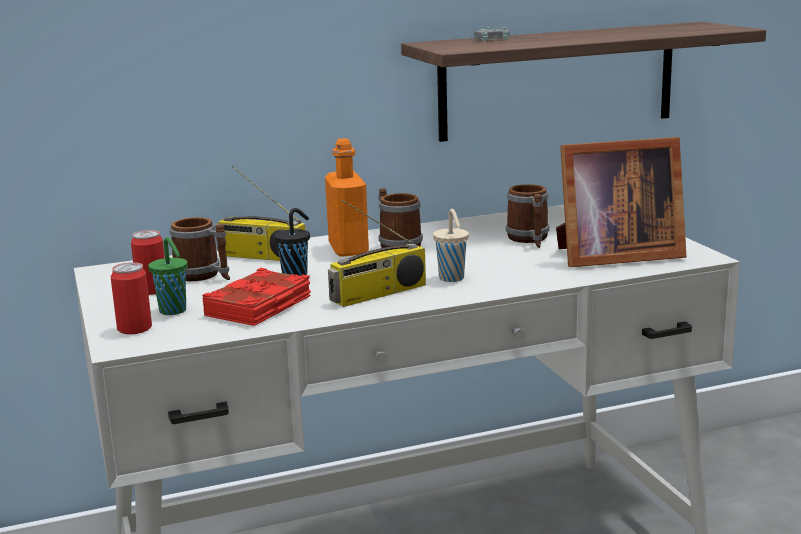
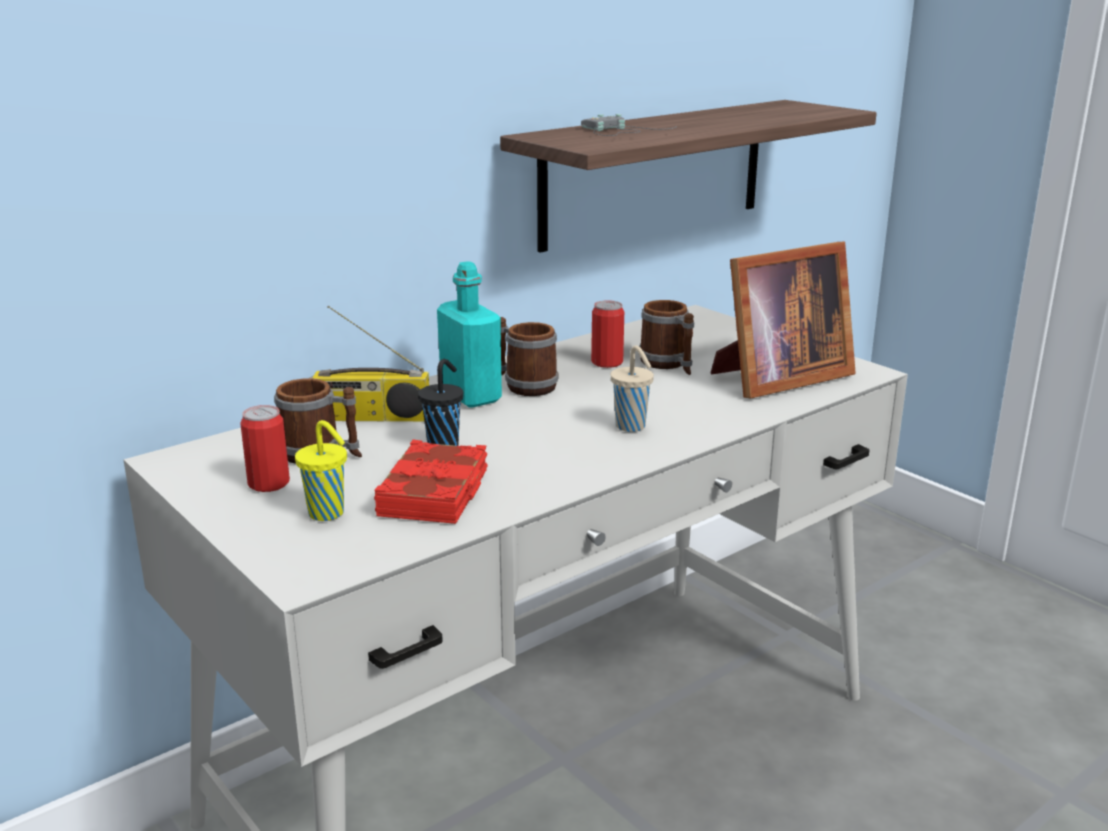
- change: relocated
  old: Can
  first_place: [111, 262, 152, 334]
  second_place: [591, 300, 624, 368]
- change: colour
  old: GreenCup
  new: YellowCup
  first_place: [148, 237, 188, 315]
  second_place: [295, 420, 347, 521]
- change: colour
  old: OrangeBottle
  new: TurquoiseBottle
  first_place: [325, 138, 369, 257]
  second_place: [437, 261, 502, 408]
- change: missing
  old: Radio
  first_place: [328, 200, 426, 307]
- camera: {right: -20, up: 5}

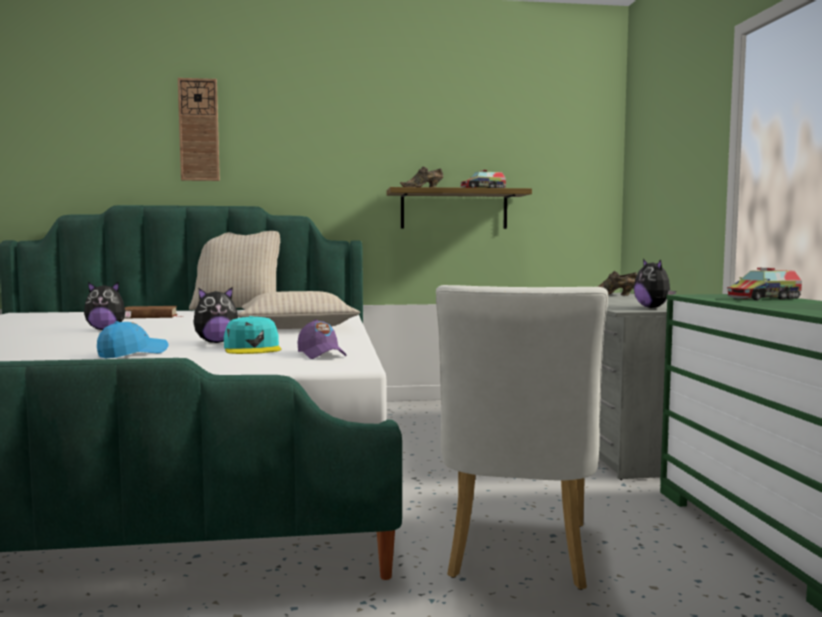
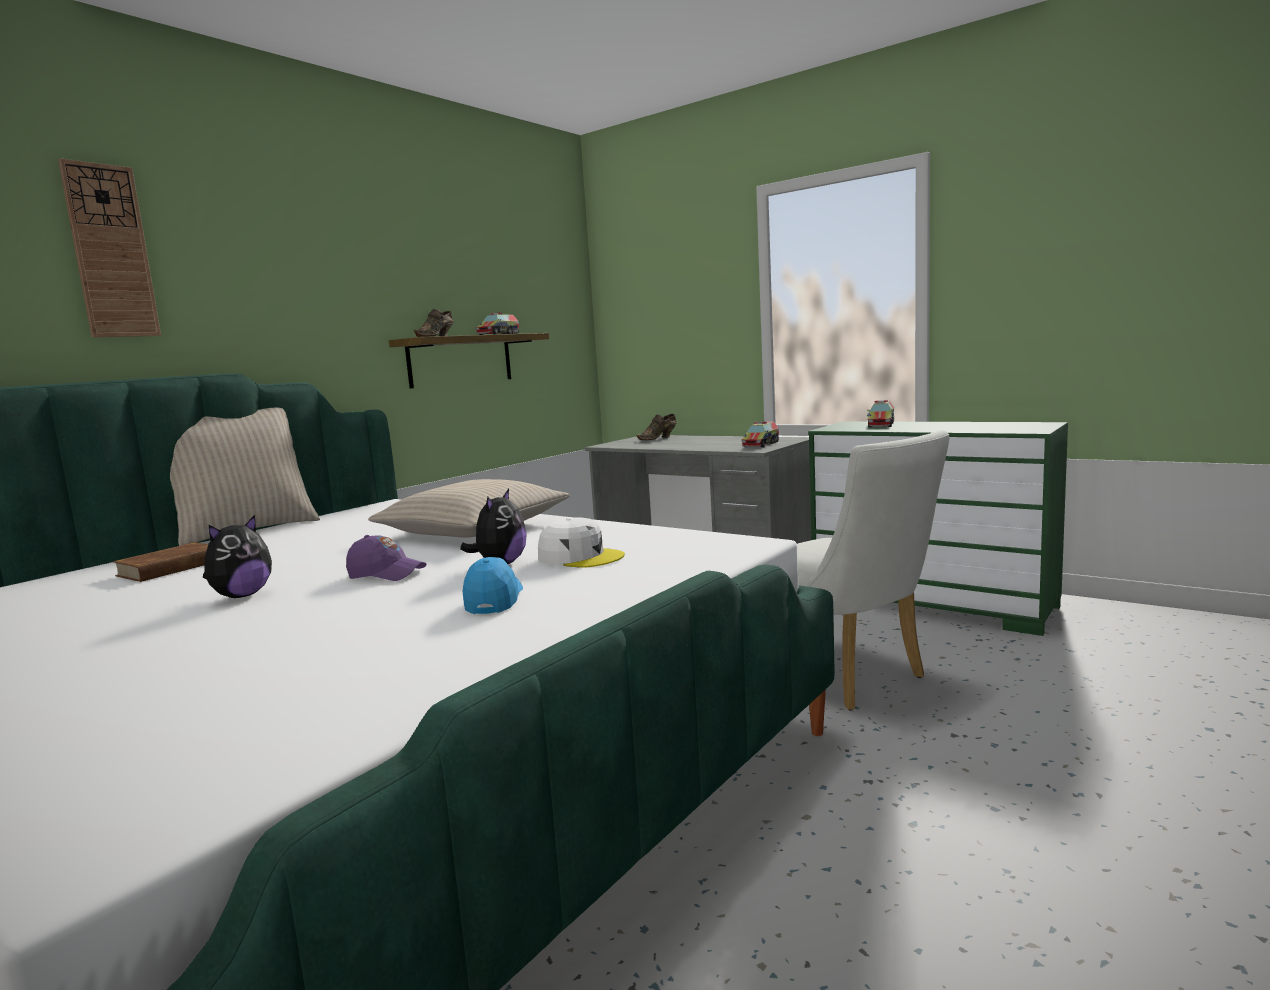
- change: colour
  old: TurquoiseCap
  new: WhiteCap
  first_place: [224, 316, 281, 354]
  second_place: [538, 517, 625, 568]
- change: relocated
  old: PurpleCap
  first_place: [298, 319, 347, 359]
  second_place: [346, 535, 427, 581]
- change: exchanged
  old: PlushToy
  new: ToyTruck
  first_place: [634, 259, 676, 308]
  second_place: [741, 421, 779, 448]
- camera: {right: -45, up: 5}

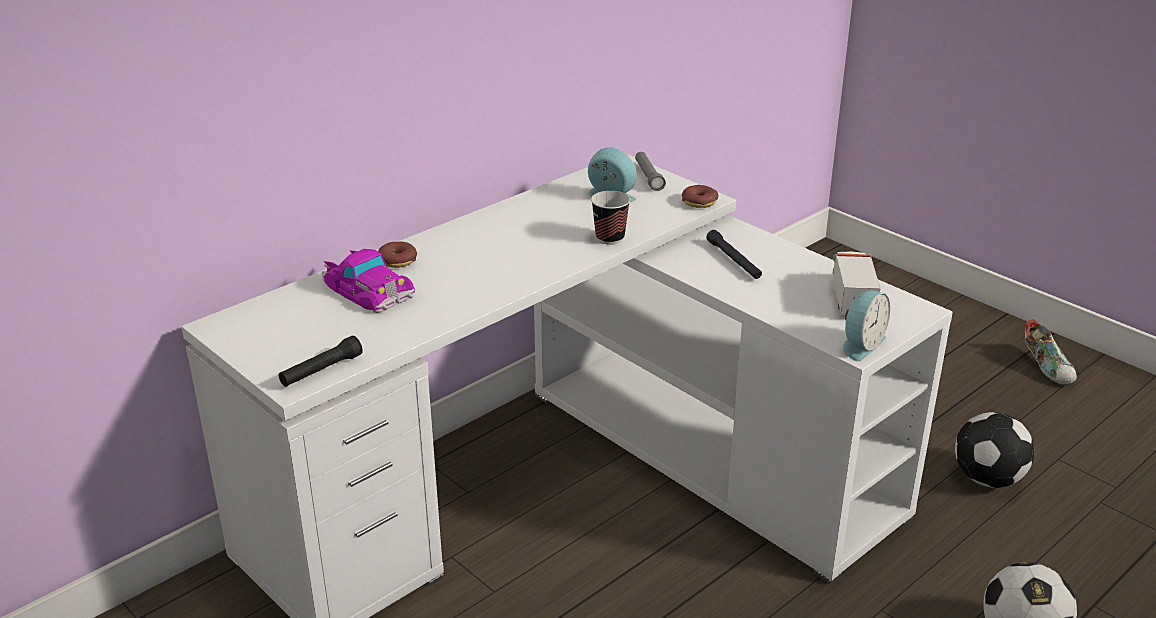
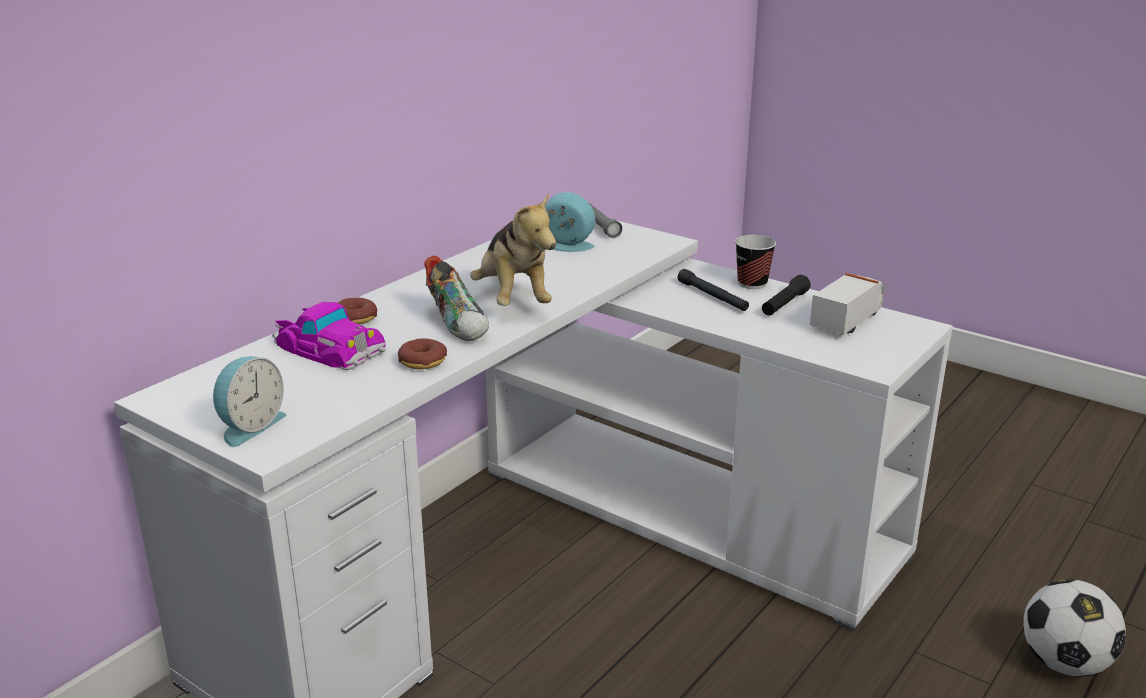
- change: relocated
  old: BlackFlashlight
  first_place: [279, 336, 363, 387]
  second_place: [762, 275, 811, 316]
- change: relocated
  old: Cup
  first_place: [591, 191, 630, 245]
  second_place: [735, 235, 776, 289]
- change: relocated
  old: Donut
  first_place: [682, 185, 718, 208]
  second_place: [398, 338, 447, 369]
- change: spun
  old: ToyTruck
  first_place: [833, 251, 880, 315]
  second_place: [810, 273, 886, 335]
  degrees: 45
- change: relocated
  old: AlarmClock
  first_place: [843, 291, 890, 362]
  second_place: [213, 356, 286, 447]
- change: missing
  old: Football
  first_place: [955, 412, 1034, 488]
- change: relocated
  old: Shoe
  first_place: [1025, 319, 1077, 385]
  second_place: [424, 256, 489, 341]
- change: appeared
  new: PlushToy
  second_place: [470, 193, 556, 306]
- camera: {right: -10, up: -5}

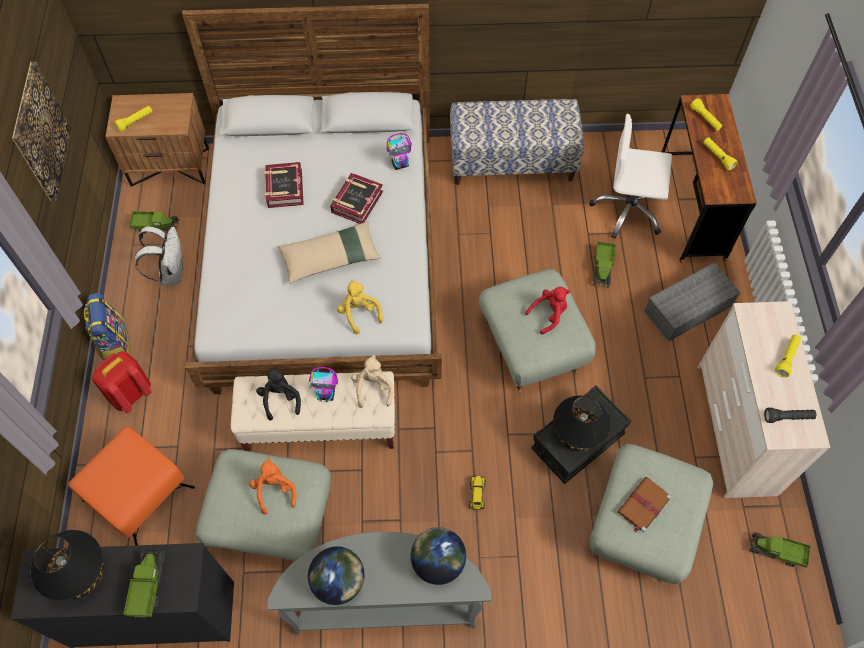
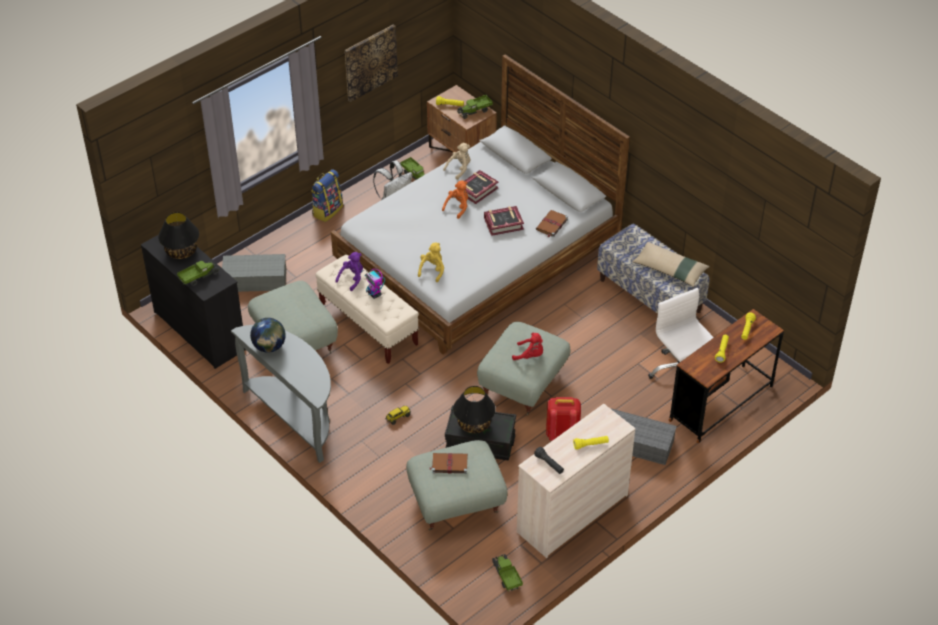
- change: exchanged
  old: OrangeOttoman
  new: GreyStorageBox
  first_place: [68, 426, 195, 546]
  second_place: [222, 254, 286, 292]
- change: relocated
  old: RedBackpack
  first_place: [92, 351, 152, 414]
  second_place: [546, 397, 581, 441]
- change: relocated
  old: OrangePlushToy
  first_place: [249, 458, 297, 515]
  second_place: [442, 180, 468, 219]
- change: colour
  old: BlackPlushToy
  new: PurplePlushToy
  first_place: [256, 366, 301, 421]
  second_place: [336, 252, 363, 291]
- change: relocated
  old: BeigePillow
  first_place: [278, 221, 381, 284]
  second_place: [632, 242, 710, 287]
- change: relocated
  old: BeigePlushToy
  first_place: [351, 355, 393, 408]
  second_place: [443, 143, 470, 180]
- change: exchanged
  old: ToyRobot
  new: BrownBook
  first_place: [387, 133, 412, 170]
  second_place: [536, 210, 568, 237]
- change: missing
  old: Globe
  first_place: [411, 527, 466, 585]
- change: relocated
  old: ToyTruck
  first_place: [594, 242, 616, 288]
  second_place: [457, 95, 493, 119]
- camera: {right: 50, up: -15}

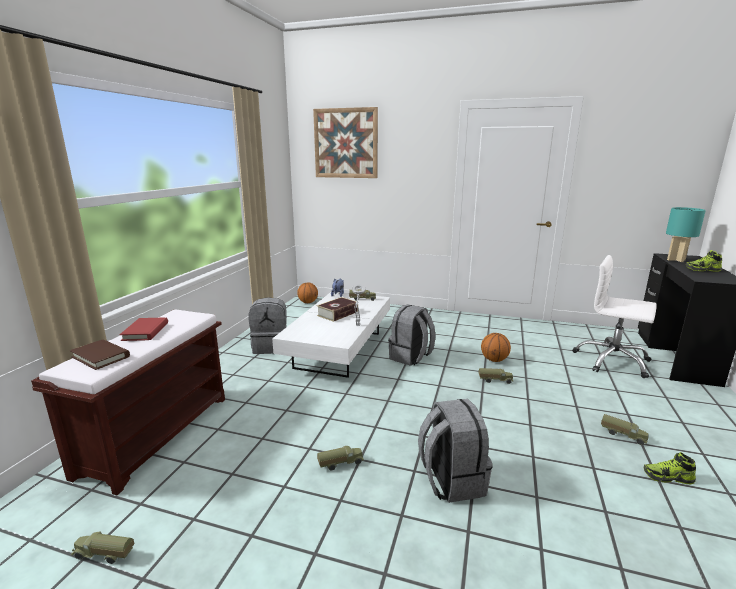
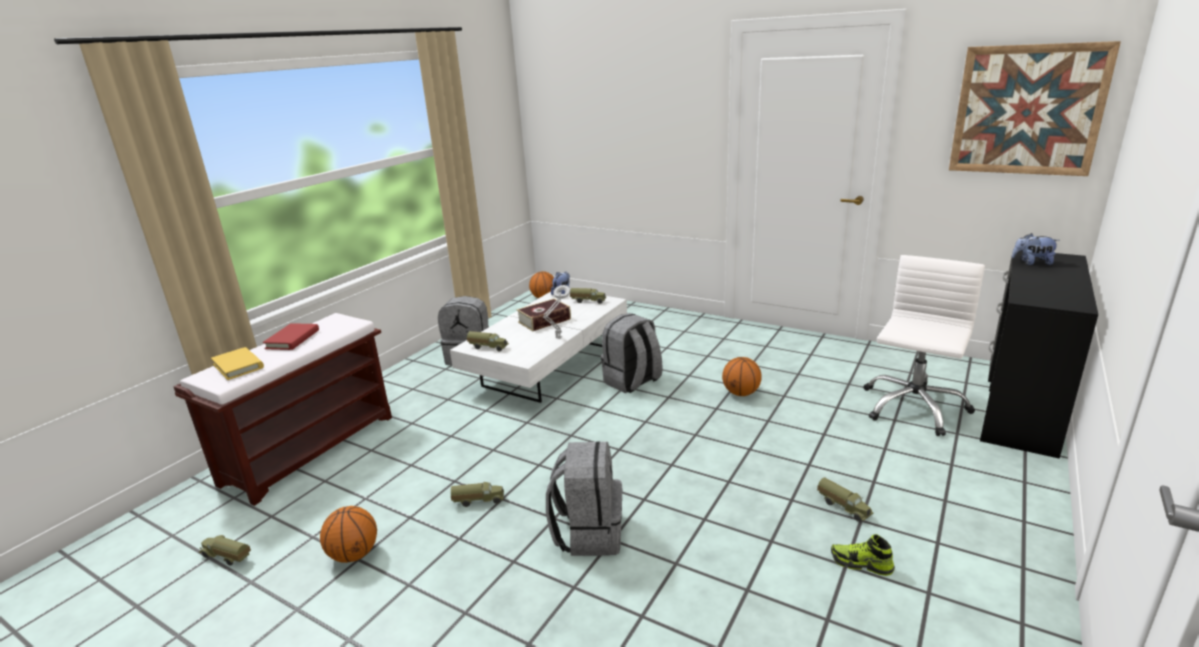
- change: colour
  old: BrownBook
  new: YellowBook
  first_place: [70, 339, 130, 370]
  second_place: [211, 347, 264, 380]
- change: relocated
  old: Picture
  first_place: [313, 107, 378, 178]
  second_place: [949, 41, 1121, 176]
- change: relocated
  old: ToyTruck
  first_place: [478, 368, 513, 384]
  second_place: [467, 331, 509, 352]
- change: spun
  old: WhiteOfficeChair
  first_place: [572, 255, 657, 378]
  second_place: [864, 255, 985, 436]
  degrees: 75
- change: exchanged
  old: TurquoiseTableLamp
  new: PlushToy
  first_place: [666, 207, 706, 262]
  second_place: [1012, 233, 1059, 265]
- change: missing
  old: Shoe
  first_place: [686, 250, 722, 272]
- change: appeared
  new: Basketball
  second_place: [320, 506, 377, 563]
- camera: {right: 15, up: 5}

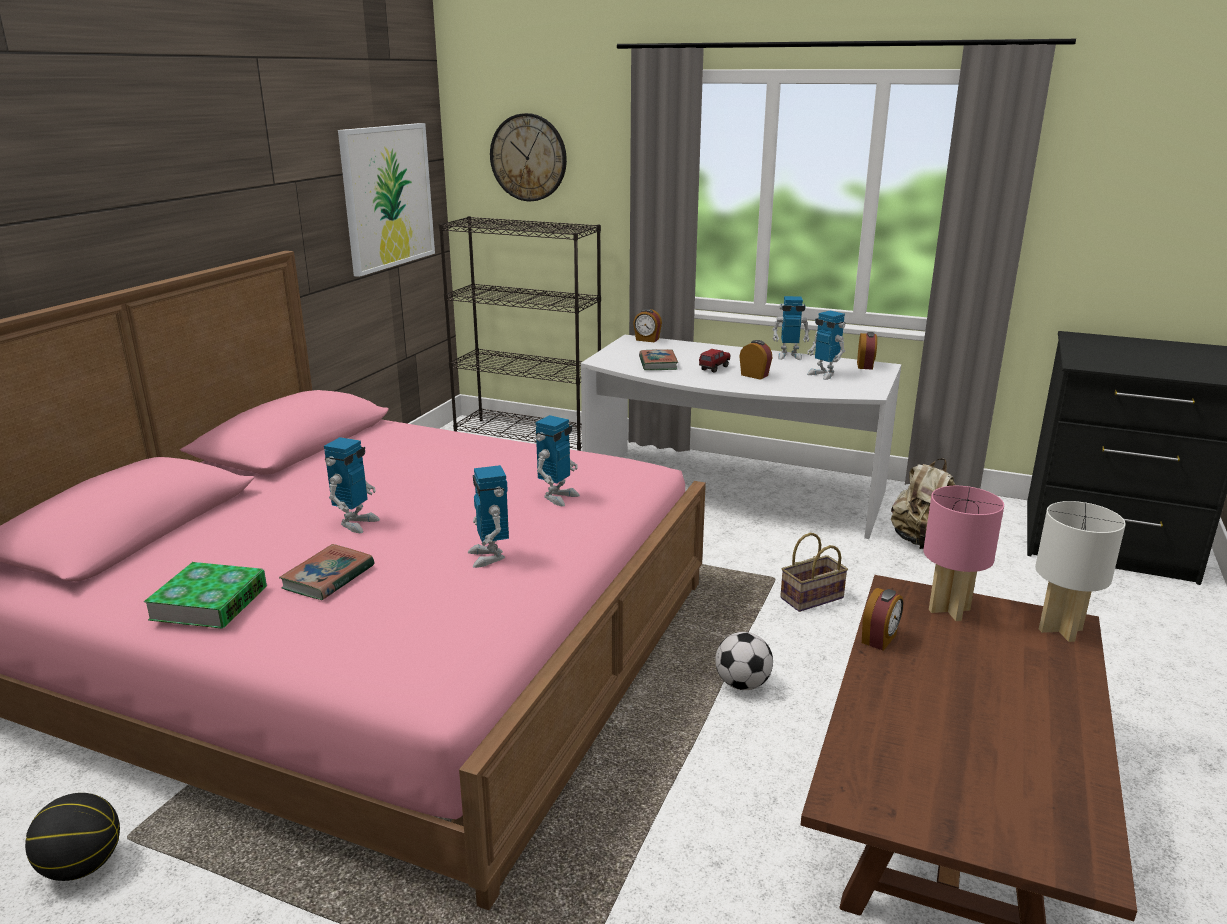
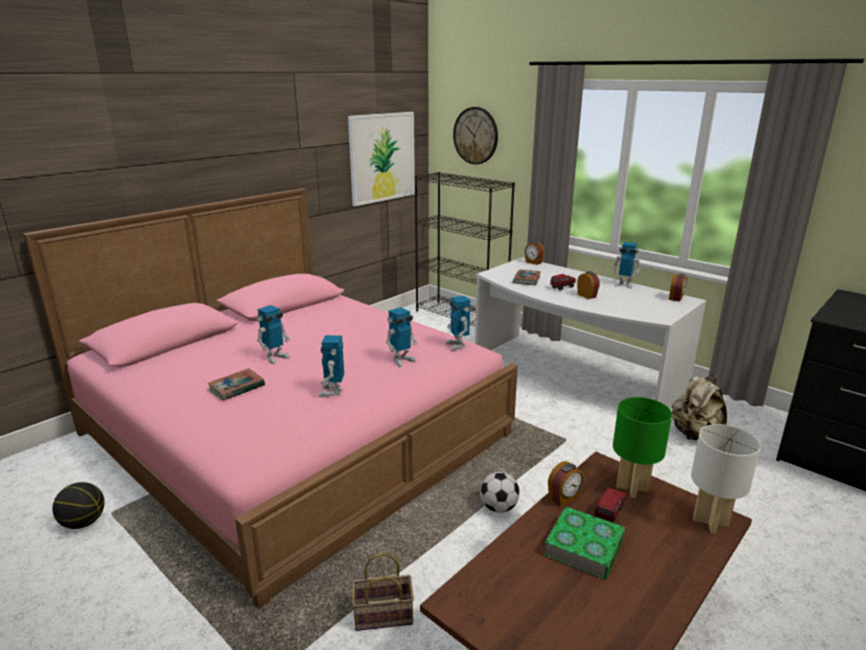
- change: relocated
  old: Book
  first_place: [144, 562, 267, 629]
  second_place: [544, 507, 625, 579]
- change: relocated
  old: Basket
  first_place: [780, 533, 848, 612]
  second_place: [352, 553, 414, 631]
- change: relocated
  old: ToyRobot
  first_place: [807, 310, 845, 380]
  second_place: [445, 296, 470, 351]
- change: colour
  old: PinkTableLamp
  new: GreenTableLamp
  first_place: [923, 486, 1004, 621]
  second_place: [613, 397, 672, 498]
- change: appeared
  new: ToyTruck
  second_place: [594, 488, 626, 523]
- camera: {right: 20, up: 0}

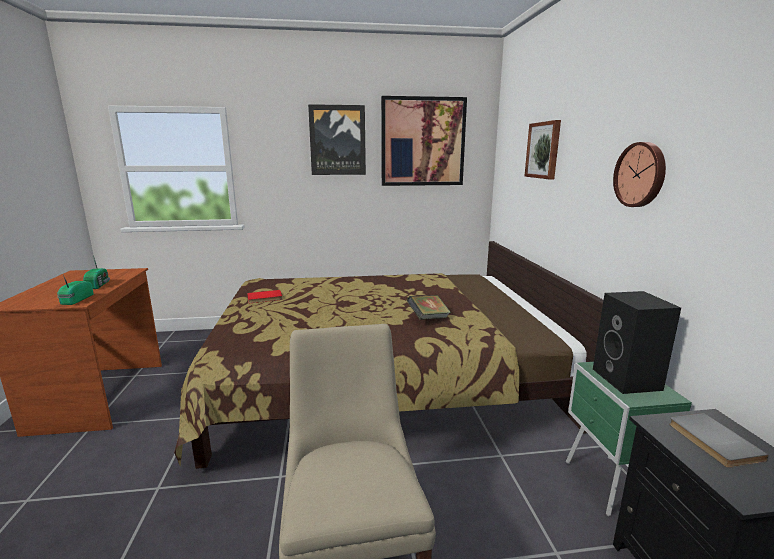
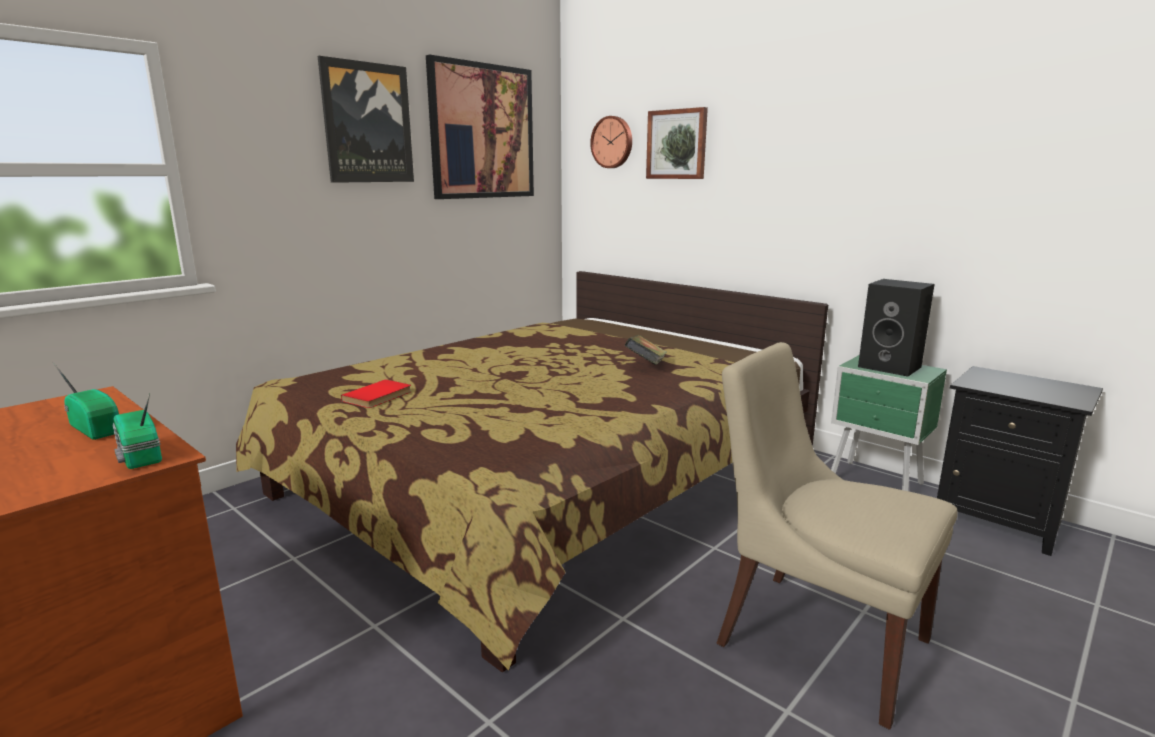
- change: relocated
  old: WallClock
  first_place: [613, 142, 666, 207]
  second_place: [590, 116, 632, 168]
- change: missing
  old: GreyBook
  first_place: [669, 413, 769, 468]
- camera: {right: -40, up: 0}

